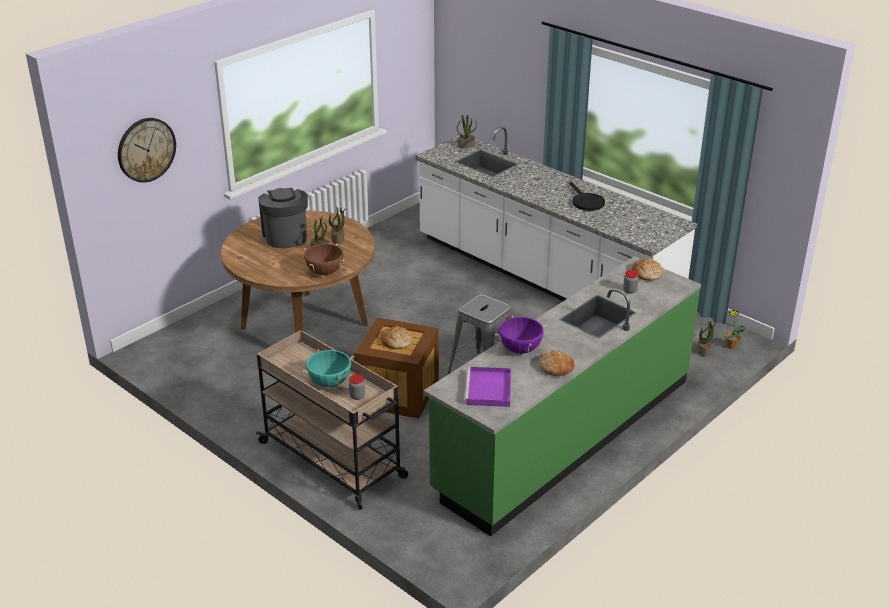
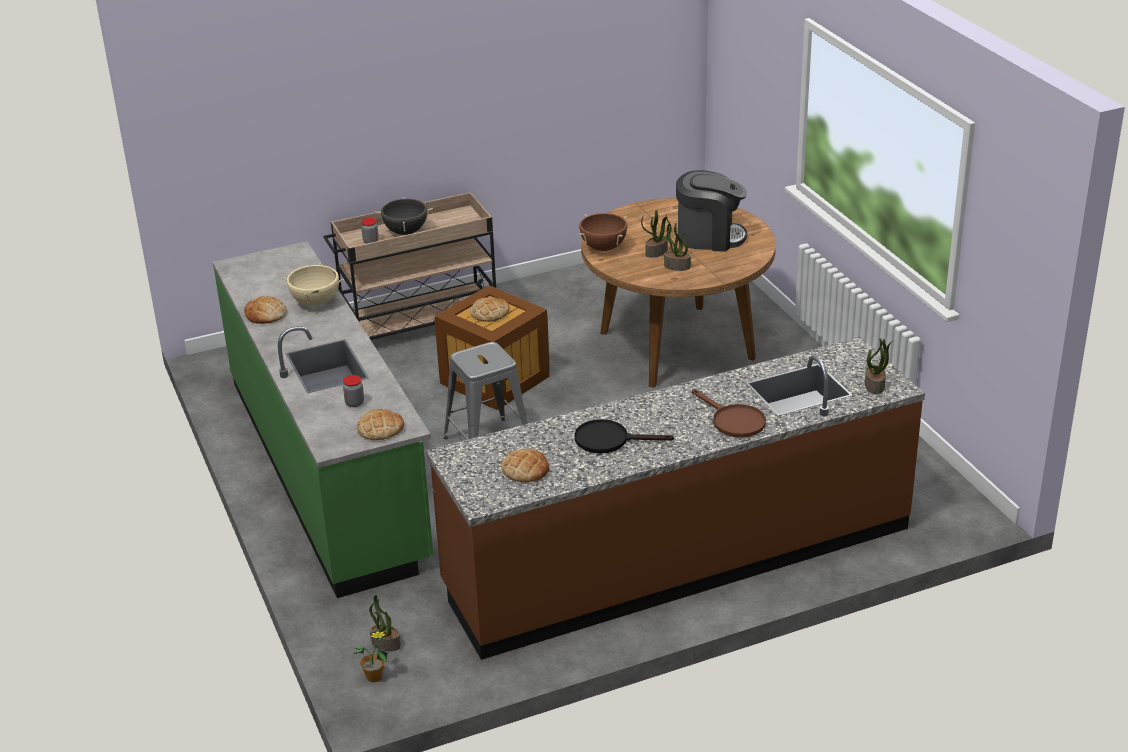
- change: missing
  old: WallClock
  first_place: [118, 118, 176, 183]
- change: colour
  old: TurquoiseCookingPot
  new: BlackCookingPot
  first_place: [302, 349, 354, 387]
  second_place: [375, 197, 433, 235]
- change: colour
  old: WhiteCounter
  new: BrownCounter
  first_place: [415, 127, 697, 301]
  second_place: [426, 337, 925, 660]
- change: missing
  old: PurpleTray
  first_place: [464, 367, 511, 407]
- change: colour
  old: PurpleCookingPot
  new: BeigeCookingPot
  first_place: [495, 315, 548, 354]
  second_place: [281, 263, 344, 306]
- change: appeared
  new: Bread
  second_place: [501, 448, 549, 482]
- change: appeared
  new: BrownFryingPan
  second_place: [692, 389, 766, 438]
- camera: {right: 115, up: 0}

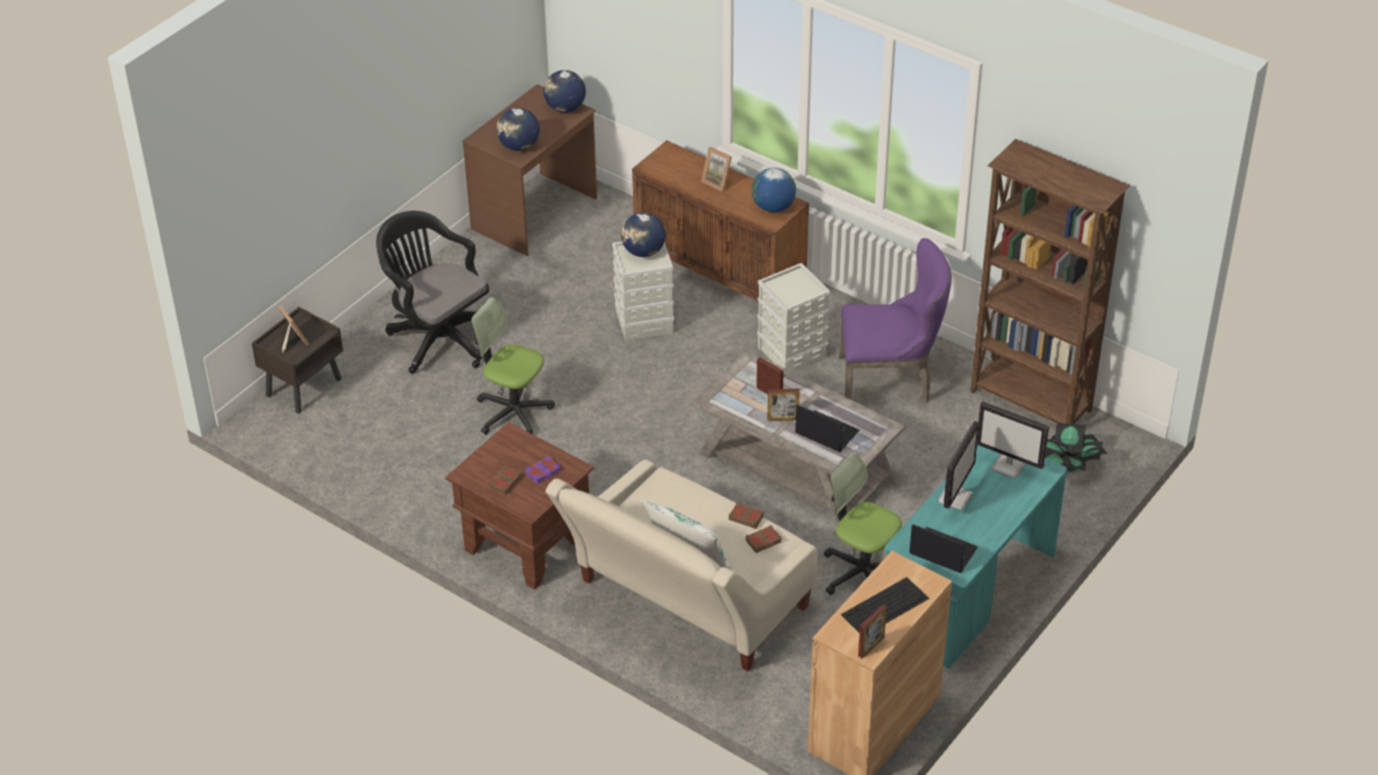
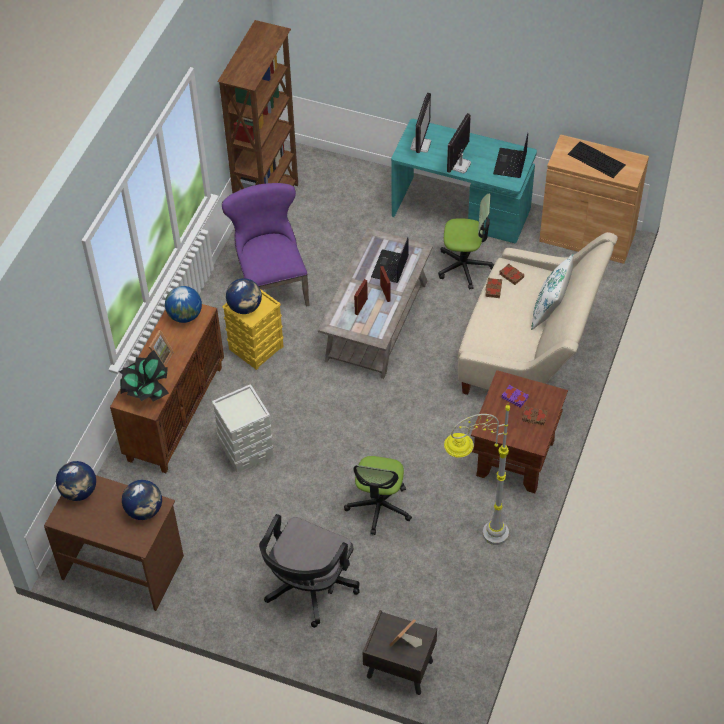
- change: relocated
  old: Globe
  first_place: [621, 213, 666, 257]
  second_place: [226, 278, 262, 314]
- change: colour
  old: GreyStorageBox
  new: YellowStorageBox
  first_place: [757, 263, 830, 372]
  second_place: [222, 289, 284, 370]
- change: spun
  old: OfficeChair
  first_place: [824, 452, 902, 595]
  second_place: [438, 193, 495, 290]
  degrees: -105
- change: missing
  old: PictureFrame
  first_place: [858, 605, 887, 658]
- change: spun
  old: Monitor
  first_place: [938, 421, 979, 510]
  second_place: [447, 113, 471, 174]
  degrees: -75
- change: relocated
  old: PottedPlant
  first_place: [1045, 423, 1108, 472]
  second_place: [119, 350, 169, 402]
- change: appeared
  new: GreyFloorLamp
  second_place: [444, 405, 510, 545]
- camera: {right: -105, up: 10}

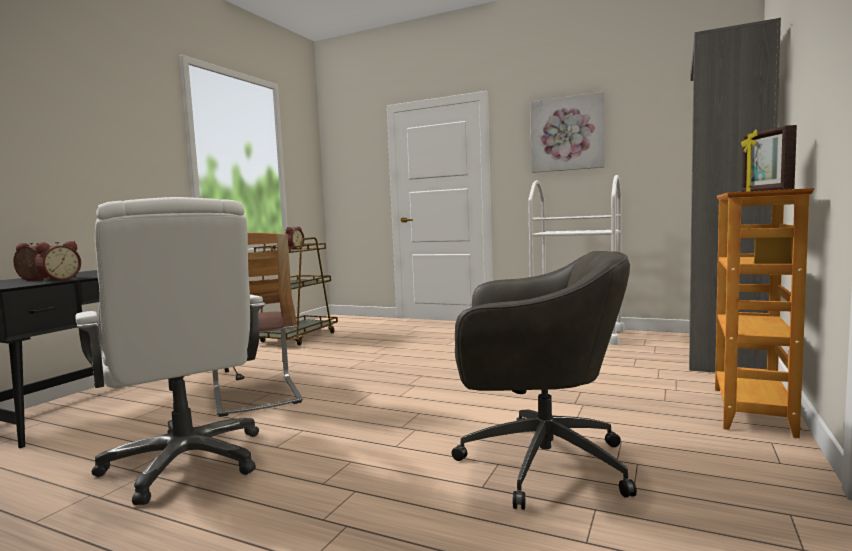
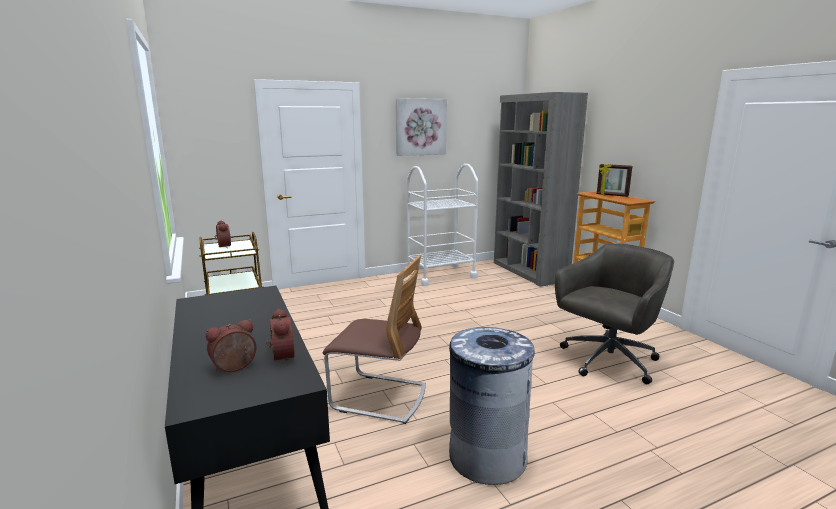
- change: exchanged
  old: WhiteOfficeChair
  new: GreyTrashCan
  first_place: [75, 197, 265, 505]
  second_place: [449, 327, 535, 485]
- camera: {right: -50, up: 10}

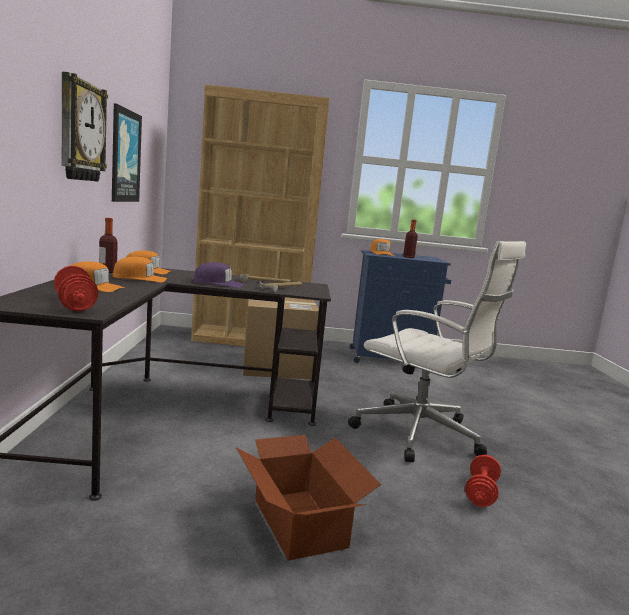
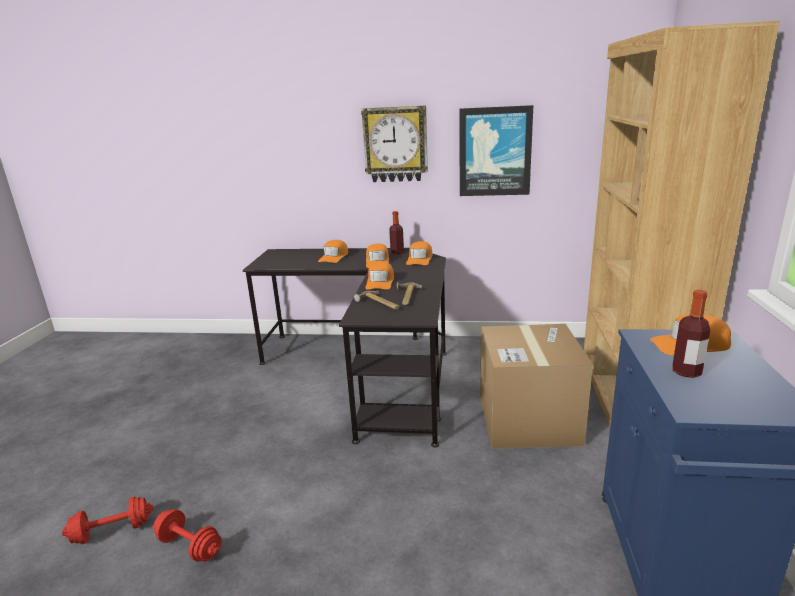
- change: relocated
  old: RedDumbbell
  first_place: [54, 266, 99, 311]
  second_place: [62, 497, 154, 544]
- change: colour
  old: PurpleCap
  new: OrangeCap
  first_place: [193, 262, 244, 288]
  second_place: [365, 262, 394, 290]
- change: missing
  old: CardboardBox
  first_place: [236, 435, 381, 561]
- change: missing
  old: WhiteOfficeChair
  first_place: [348, 241, 526, 462]
- camera: {right: 100, up: 10}

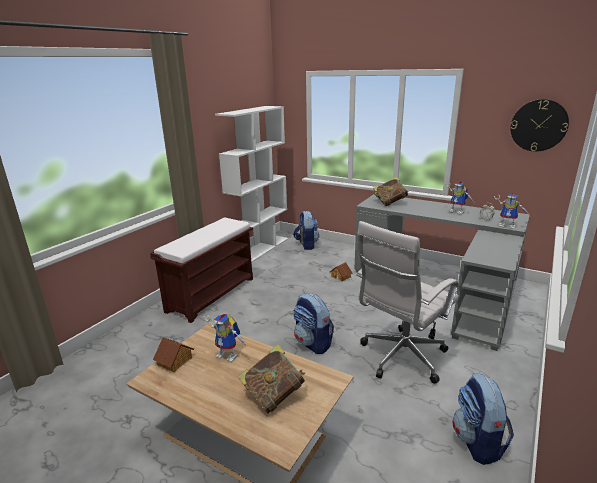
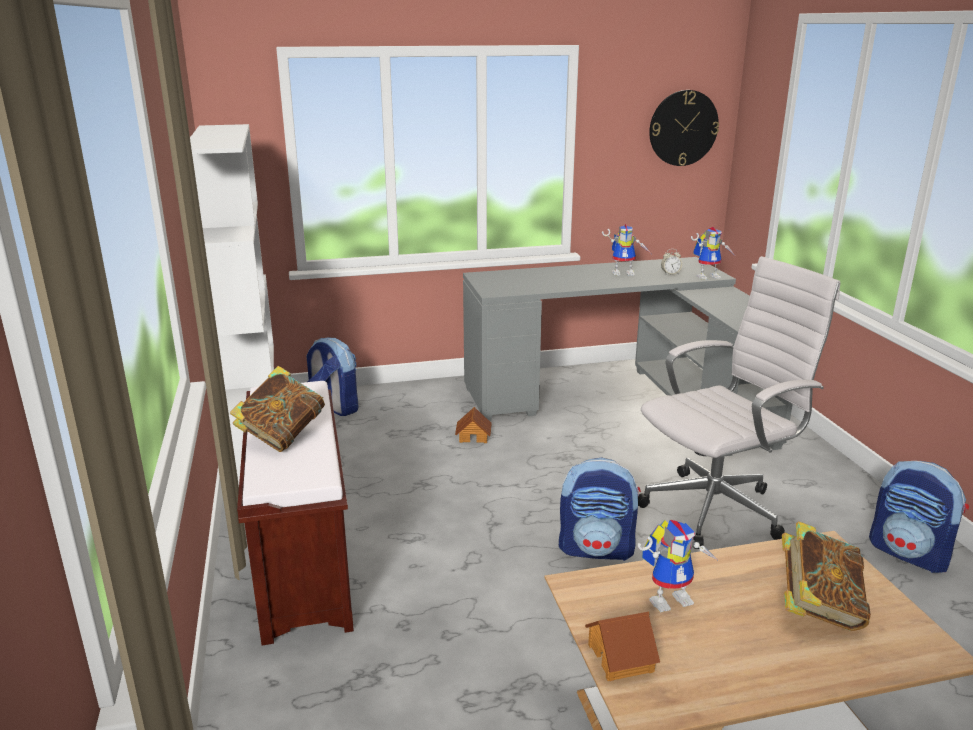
- change: spun
  old: WhiteOfficeChair
  first_place: [356, 221, 459, 384]
  second_place: [638, 256, 840, 549]
  degrees: -120
- change: relocated
  old: Book
  first_place: [373, 177, 409, 206]
  second_place: [230, 366, 325, 452]
- camera: {right: -45, up: 0}

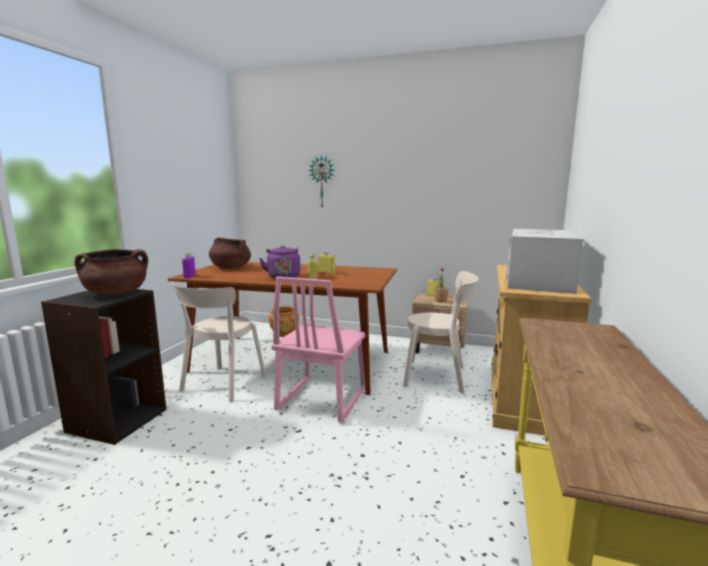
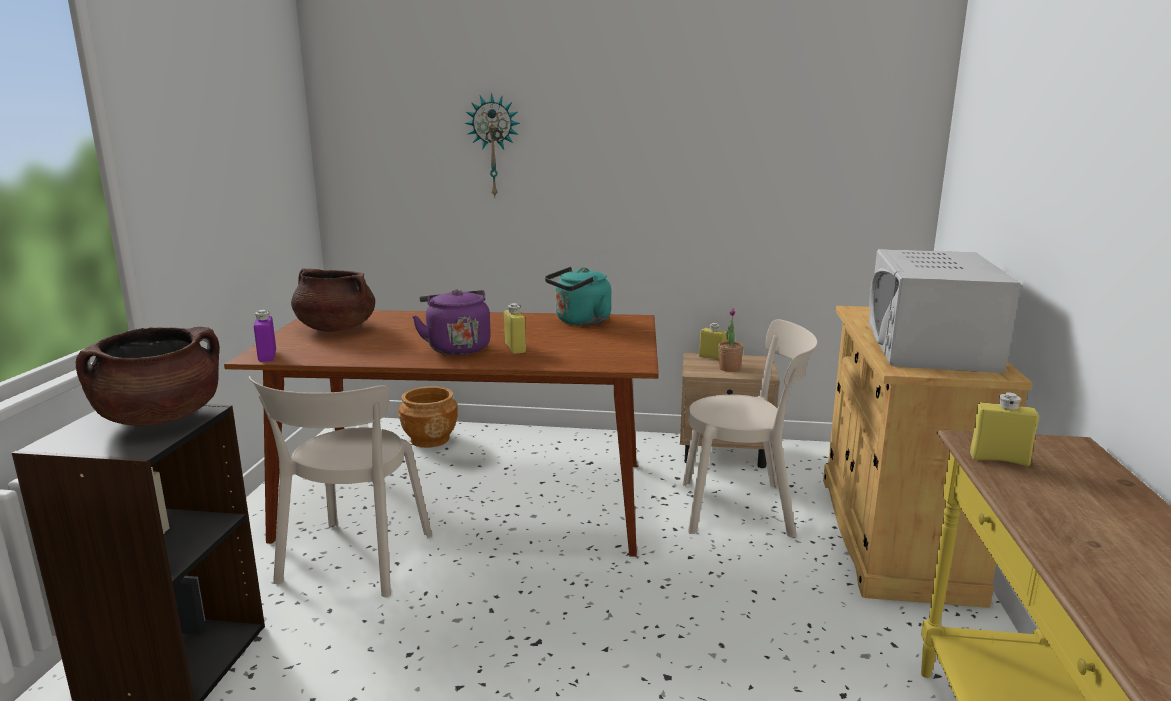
- change: missing
  old: PinkChair
  first_place: [272, 276, 366, 423]
- change: relocated
  old: YellowBottle
  first_place: [318, 250, 335, 274]
  second_place: [970, 392, 1039, 466]
- change: appeared
  new: TurquoiseKettle
  second_place: [545, 267, 611, 326]
- camera: {right: -10, up: 5}

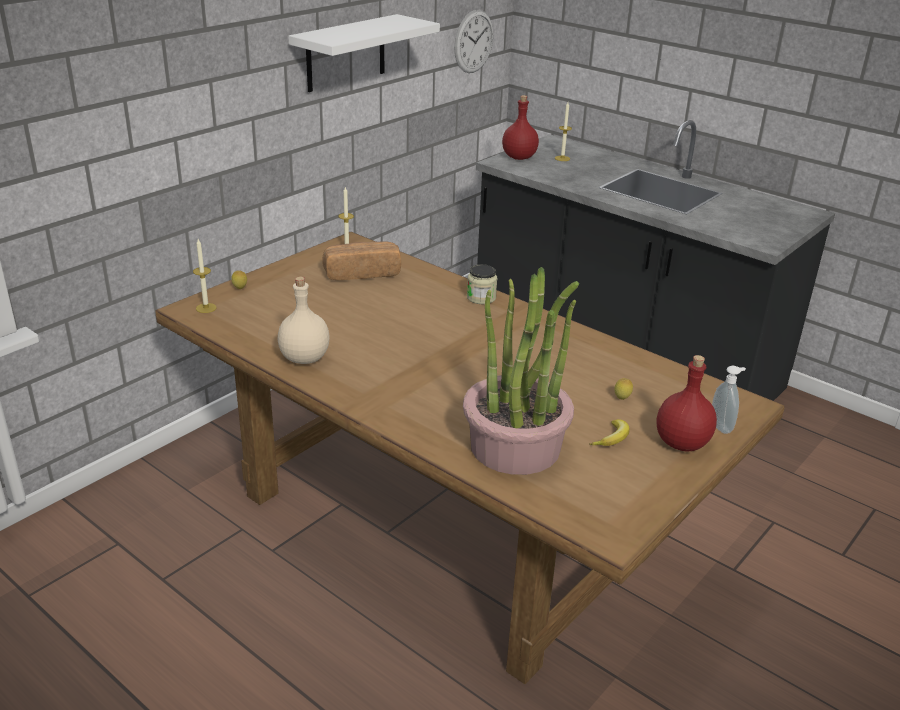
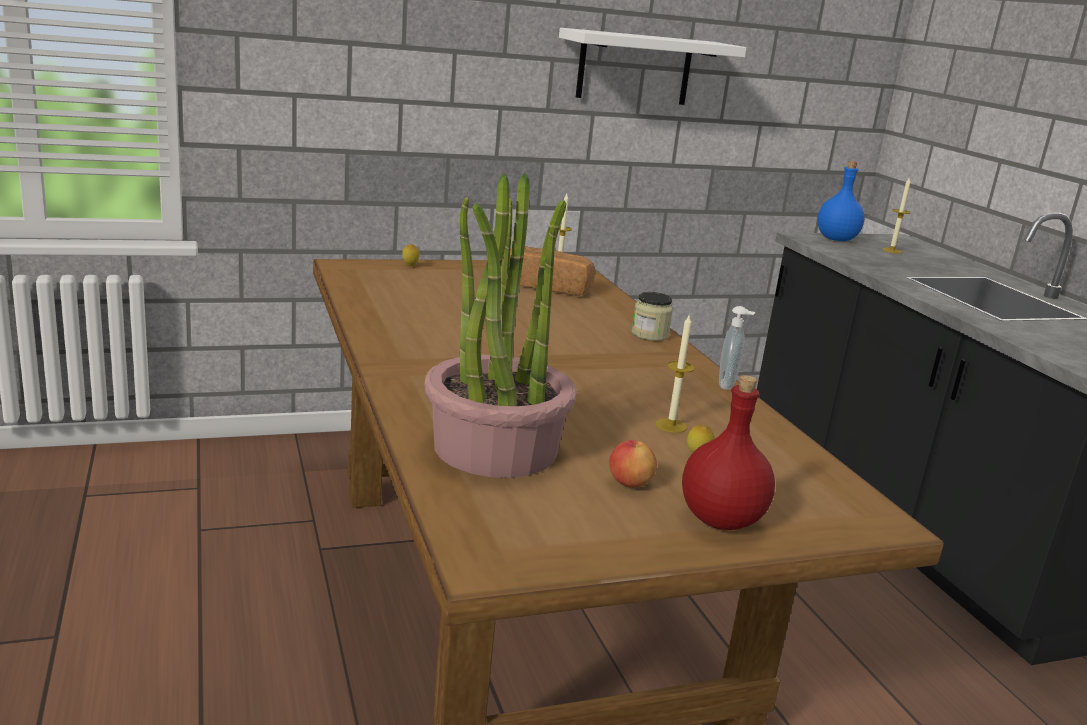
- change: relocated
  old: Candle
  first_place: [193, 239, 217, 313]
  second_place: [656, 315, 695, 433]
- change: missing
  old: BeigeBottle
  first_place: [278, 277, 330, 364]
- change: missing
  old: WallClock
  first_place: [454, 10, 493, 73]
- change: colour
  old: RedBottle
  new: BlueBottle
  first_place: [502, 95, 539, 160]
  second_place: [817, 161, 865, 241]
- change: exchanged
  old: Banana
  new: Apple
  first_place: [589, 419, 630, 446]
  second_place: [609, 439, 657, 487]
- change: relocated
  old: SoapDispenser
  first_place: [712, 366, 746, 434]
  second_place: [719, 306, 755, 390]
- camera: {right: 30, up: -10}

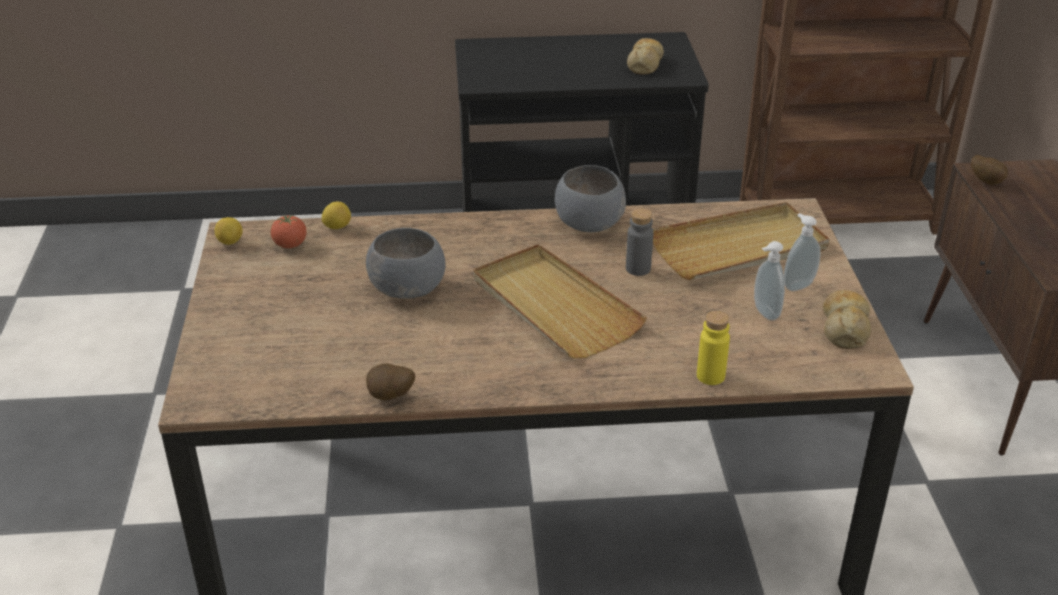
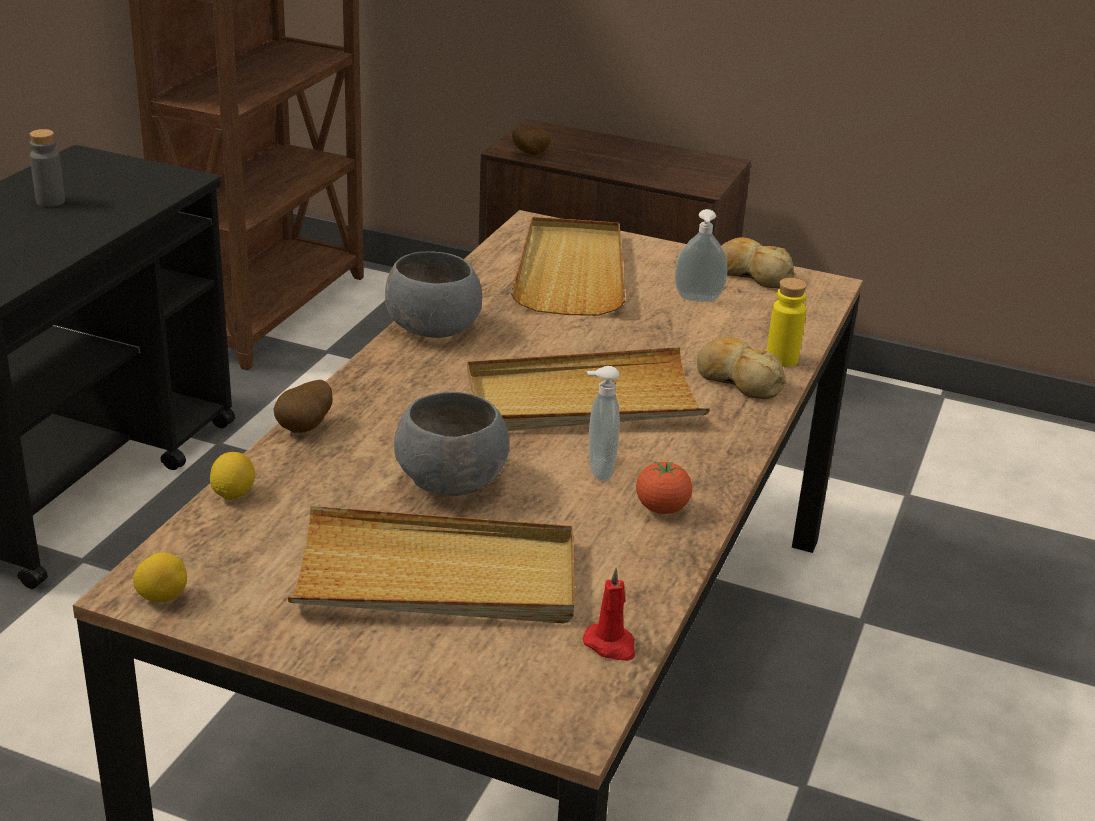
- change: relocated
  old: Tomato
  first_place: [271, 215, 306, 248]
  second_place: [636, 462, 692, 514]
- change: relocated
  old: Potato
  first_place: [366, 363, 415, 400]
  second_place: [273, 380, 333, 433]
- change: relocated
  old: GreyBottle
  first_place: [626, 208, 654, 276]
  second_place: [30, 129, 65, 207]
- change: relocated
  old: Bread
  first_place: [627, 38, 664, 74]
  second_place: [697, 337, 786, 399]
- change: relocated
  old: SoapDispenser
  first_place: [784, 213, 821, 291]
  second_place: [587, 366, 620, 481]
- change: appeared
  new: BeigeTray
  second_place: [288, 506, 575, 623]
- change: appeared
  new: RedCandle
  second_place: [583, 568, 635, 661]
- camera: {right: -65, up: -5}

